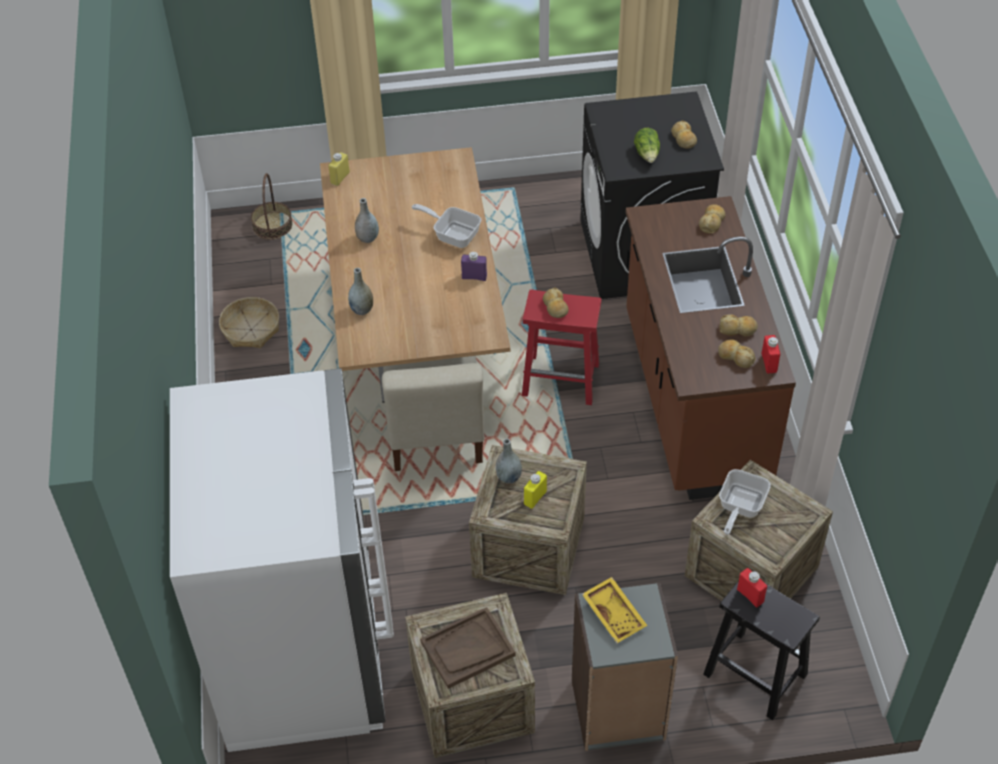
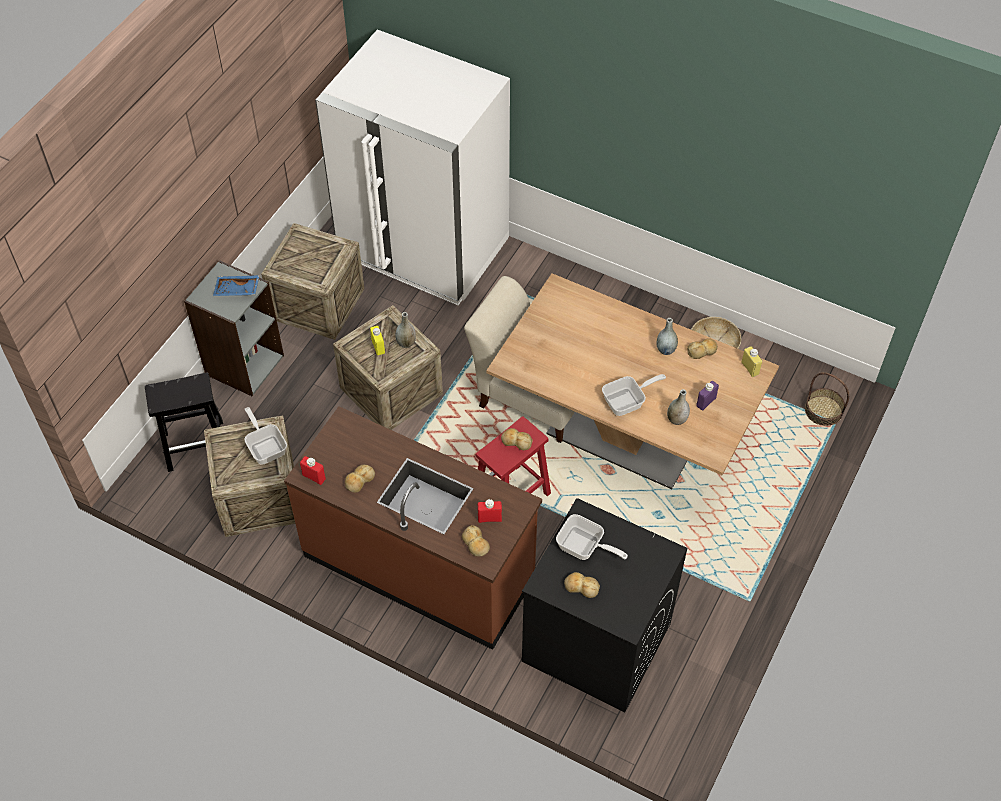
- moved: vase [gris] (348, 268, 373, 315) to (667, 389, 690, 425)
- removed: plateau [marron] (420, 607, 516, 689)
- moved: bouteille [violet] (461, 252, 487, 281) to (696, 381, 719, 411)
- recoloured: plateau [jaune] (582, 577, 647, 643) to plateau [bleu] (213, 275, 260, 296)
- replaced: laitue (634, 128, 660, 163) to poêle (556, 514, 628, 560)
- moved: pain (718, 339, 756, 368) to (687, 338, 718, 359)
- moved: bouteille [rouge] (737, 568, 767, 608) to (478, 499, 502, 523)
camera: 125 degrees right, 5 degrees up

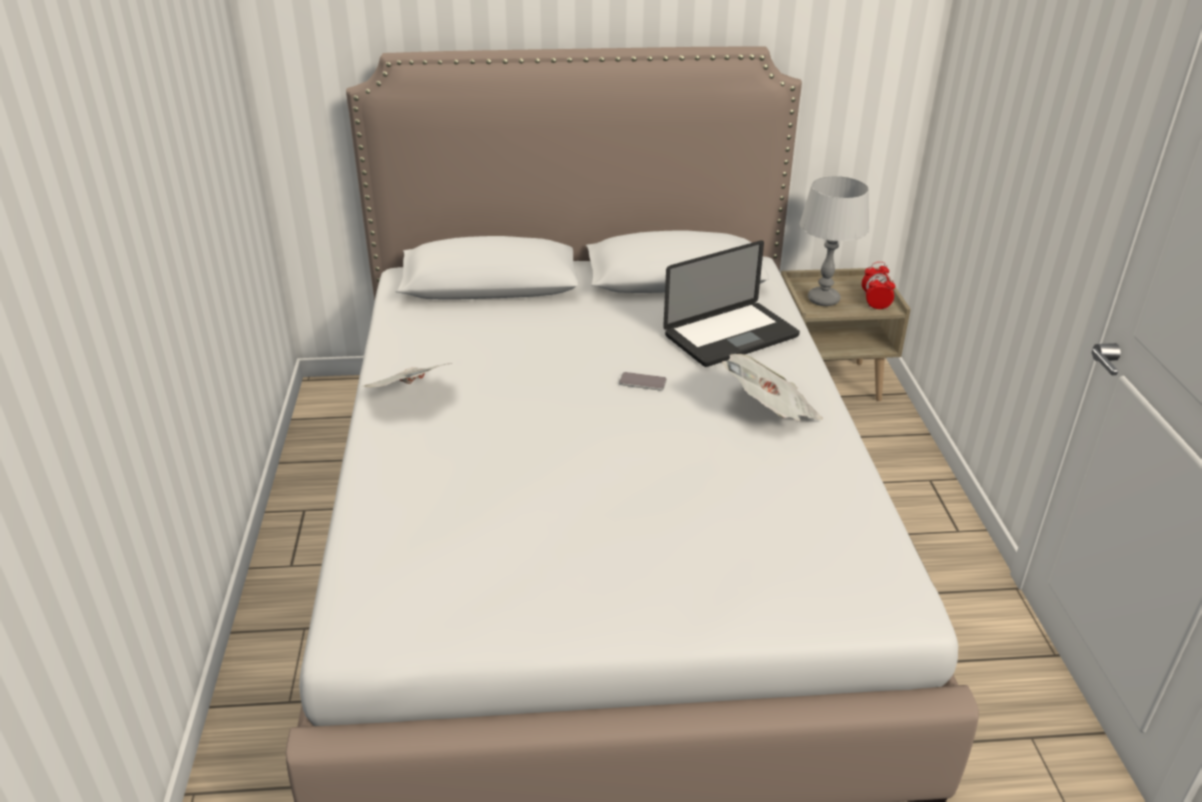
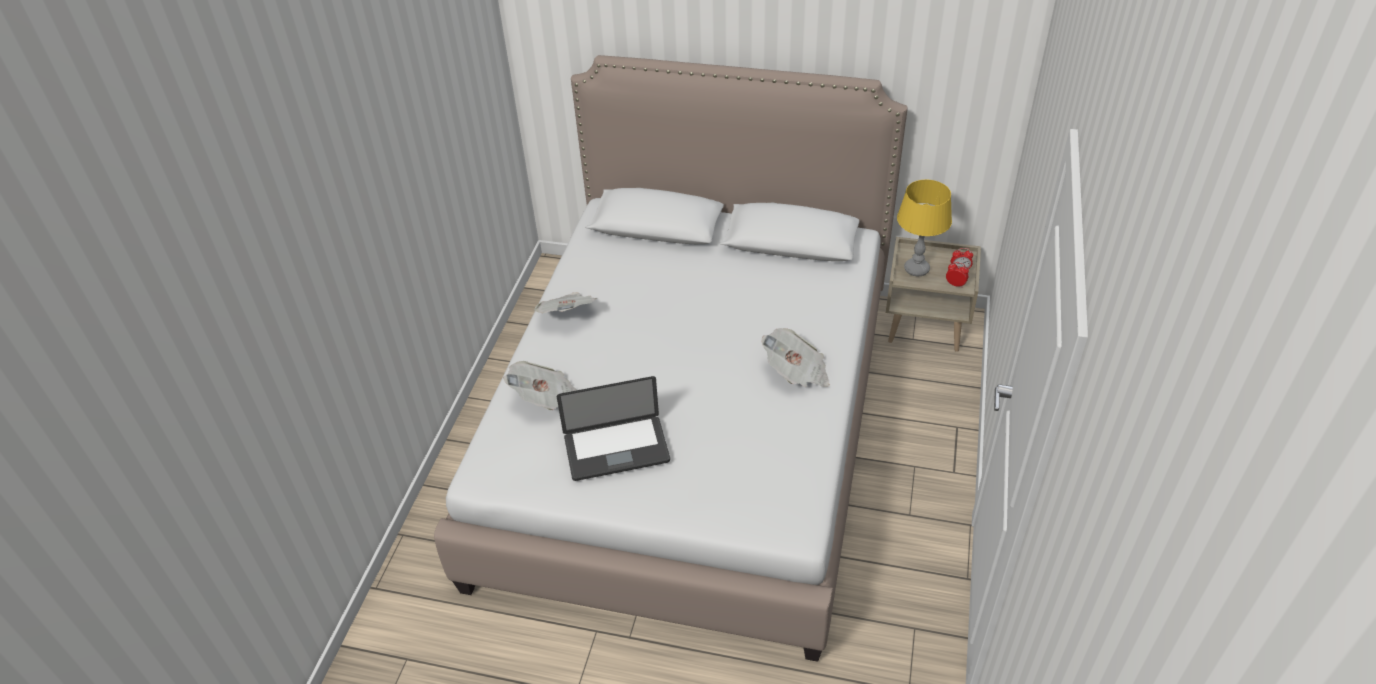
- removed: téléphone (619, 372, 667, 391)
- moved: ordinateur portable (663, 240, 800, 367) to (557, 376, 670, 481)
- recoloured: lampe de table [gris] (800, 176, 870, 306) to lampe de table [jaune] (897, 179, 952, 276)
- added: journal (503, 361, 577, 410)
camera: 20 degrees right, 10 degrees up

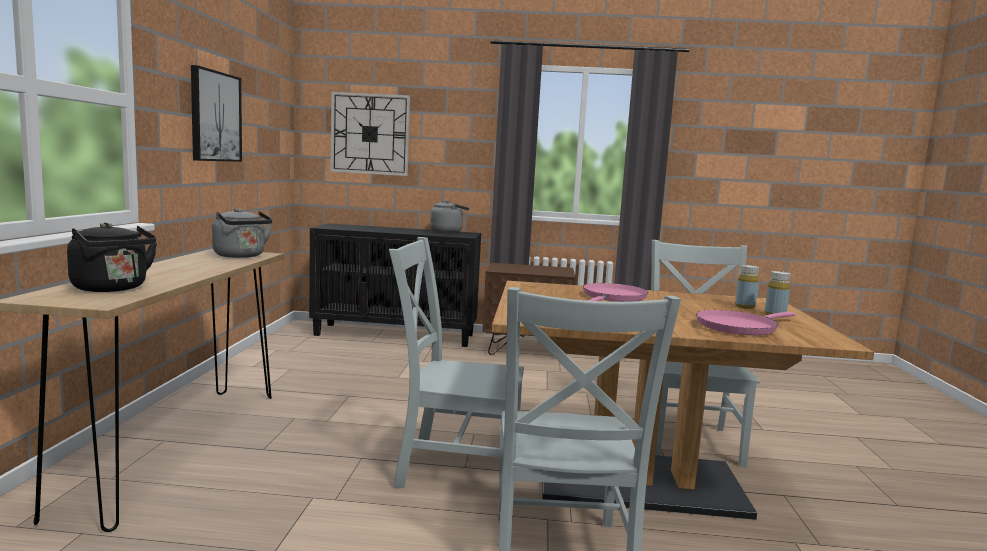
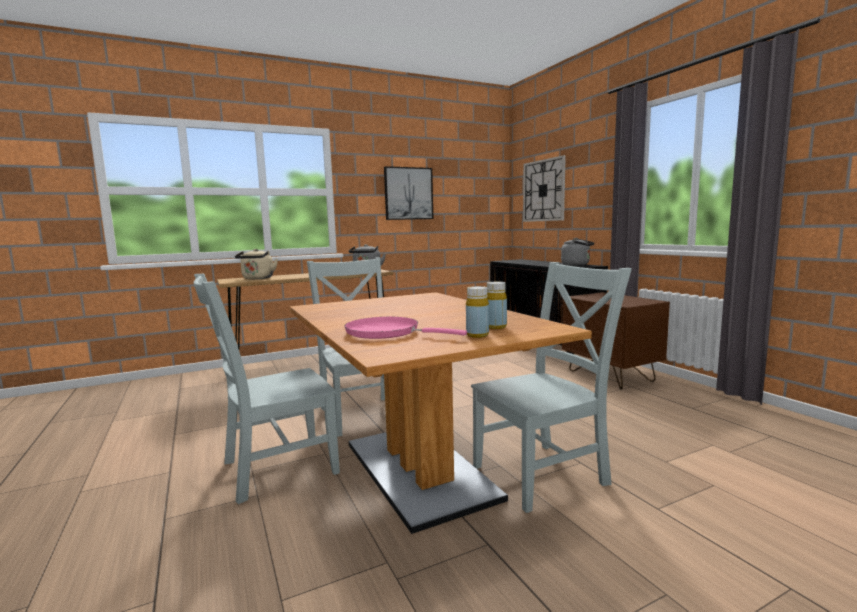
- recoloured: bouilloire [noir] (67, 223, 157, 292) to bouilloire [beige] (235, 249, 278, 279)
- removed: poêle [rose] (583, 283, 648, 302)
camera: 60 degrees right, 0 degrees up

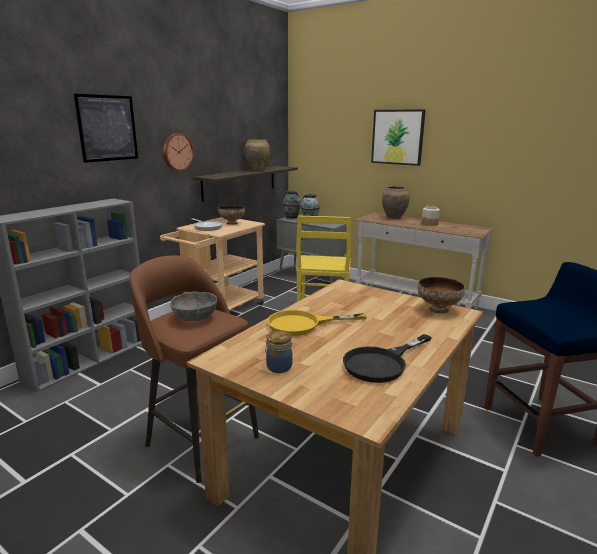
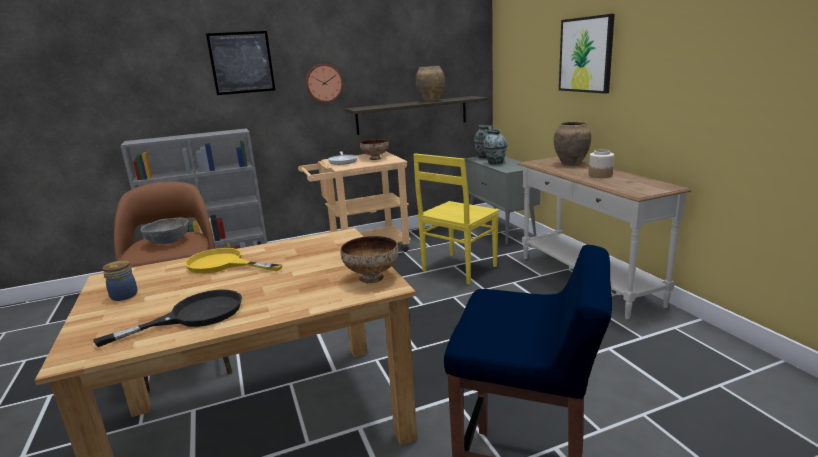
- turned: poêle [noir] (343, 334, 432, 383) = (93, 290, 242, 347) 150 degrees clockwise
camera: 35 degrees right, 0 degrees up

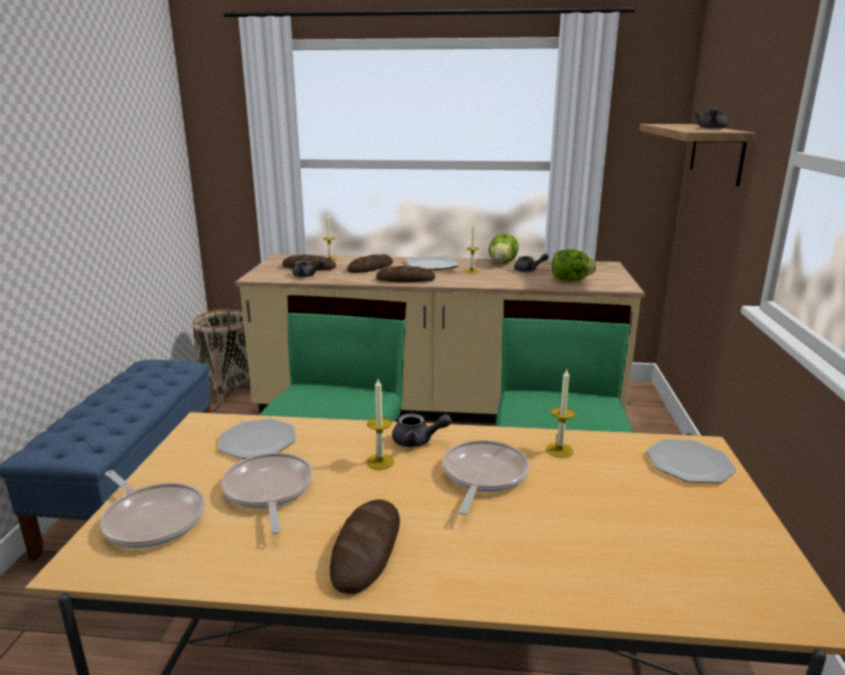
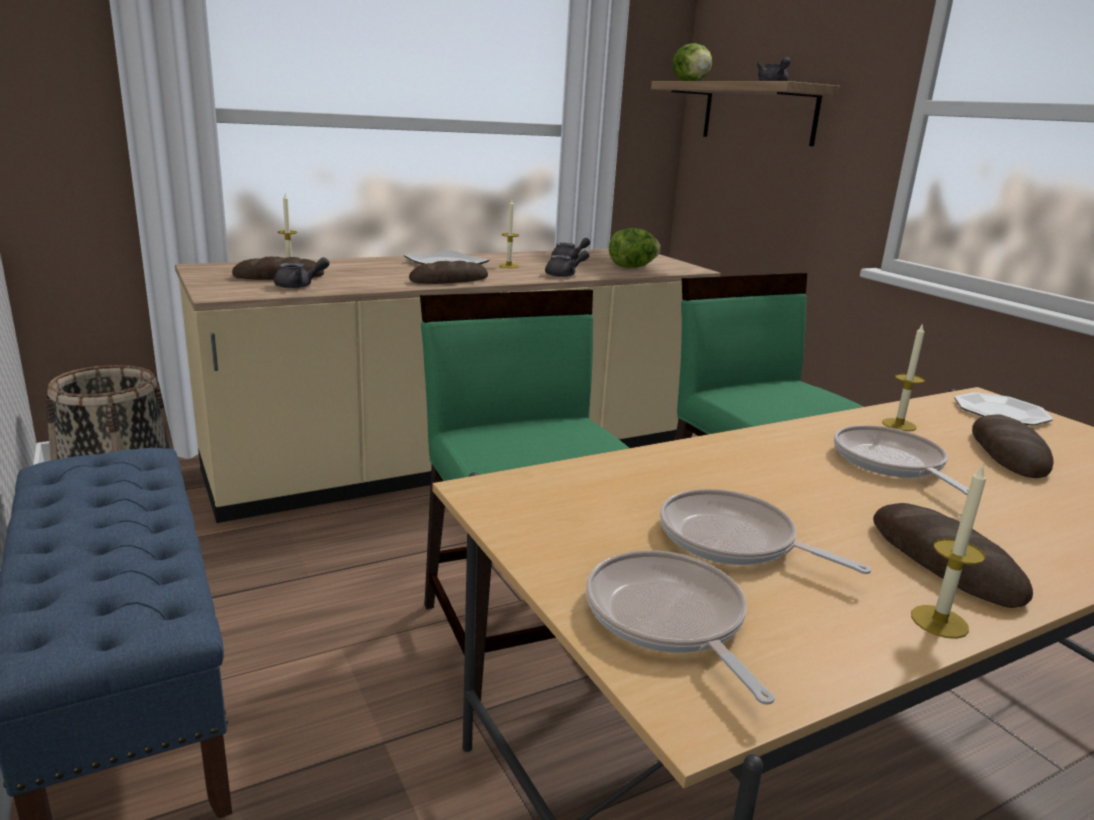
- turned: poêle (100, 470, 205, 548) = (586, 550, 775, 705) 120 degrees counterclockwise
- removed: assiette (219, 419, 296, 459)
- moved: pain (347, 254, 393, 273) to (972, 414, 1053, 478)
- moved: bougie (366, 379, 395, 470) to (911, 464, 986, 639)
- moved: théière [gris] (392, 414, 452, 447) to (545, 250, 590, 277)
- moved: laitue (489, 234, 519, 264) to (673, 43, 712, 81)
camera: 35 degrees left, 0 degrees up

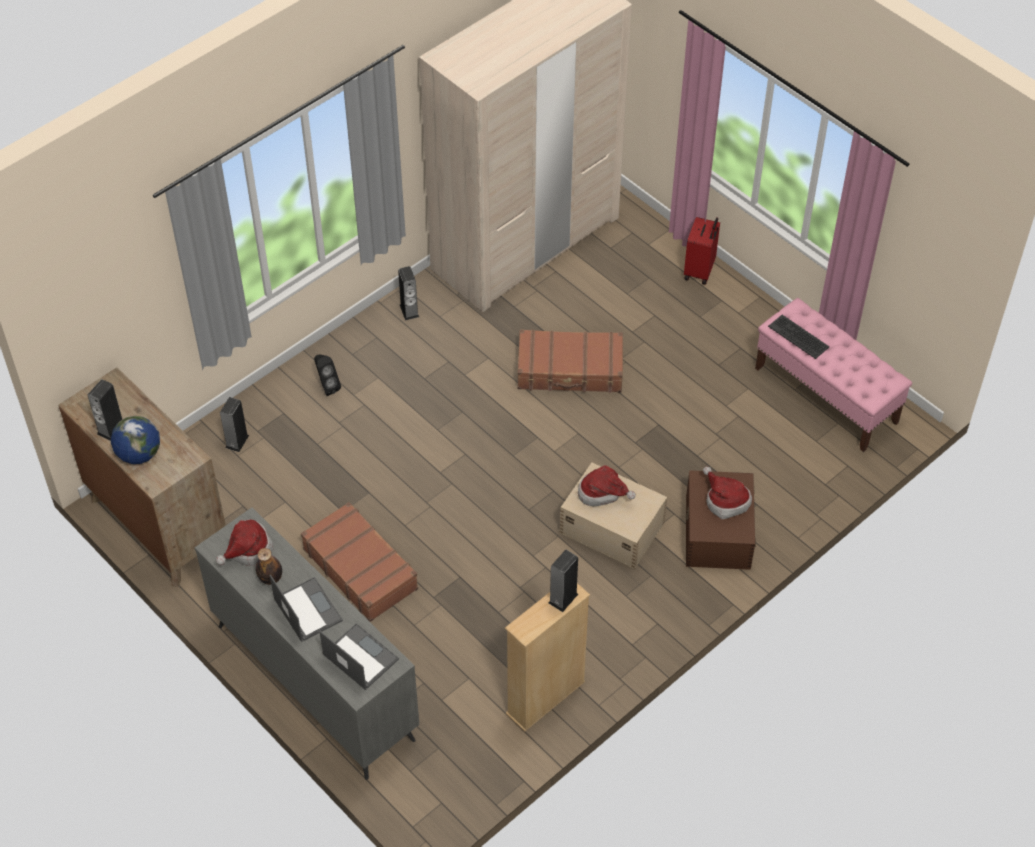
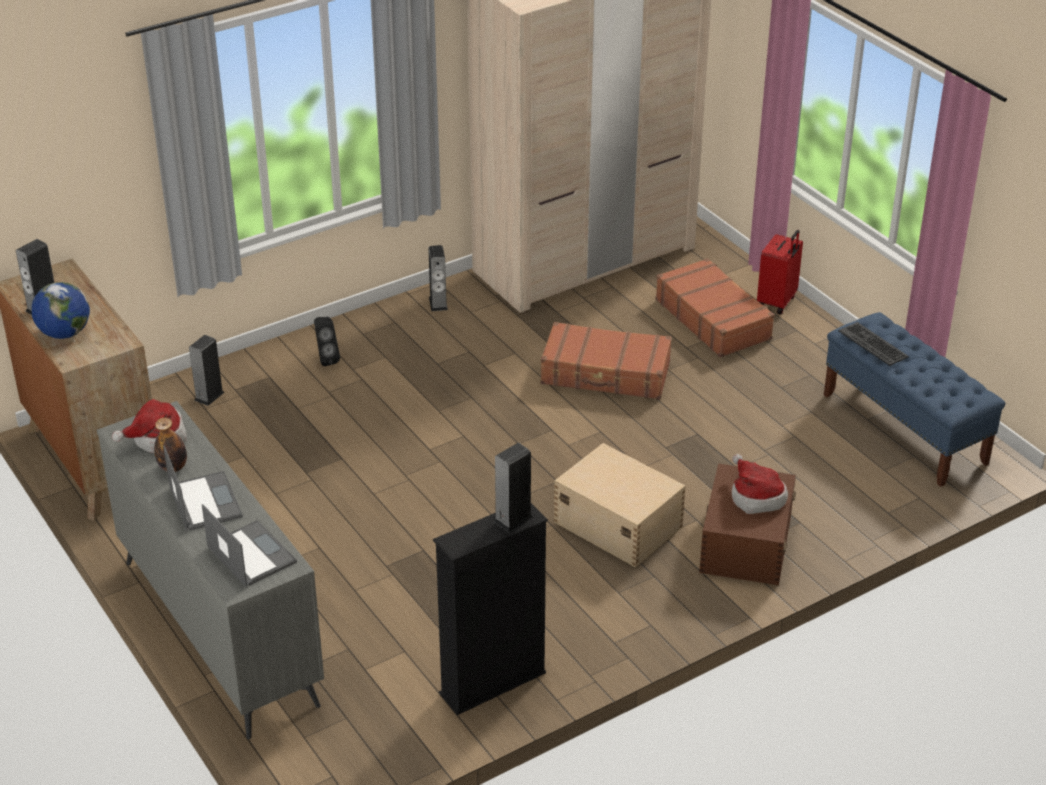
- moved: valise [marron] (301, 502, 418, 622) to (656, 258, 775, 358)
- recoloured: bibliothèque [beige] (505, 583, 590, 732) to bibliothèque [noir] (433, 503, 548, 715)
- removed: chapeau (578, 465, 636, 506)
- recoloured: banc [rose] (755, 298, 912, 452) to banc [bleu] (824, 312, 1005, 487)
camera: 10 degrees right, 15 degrees down

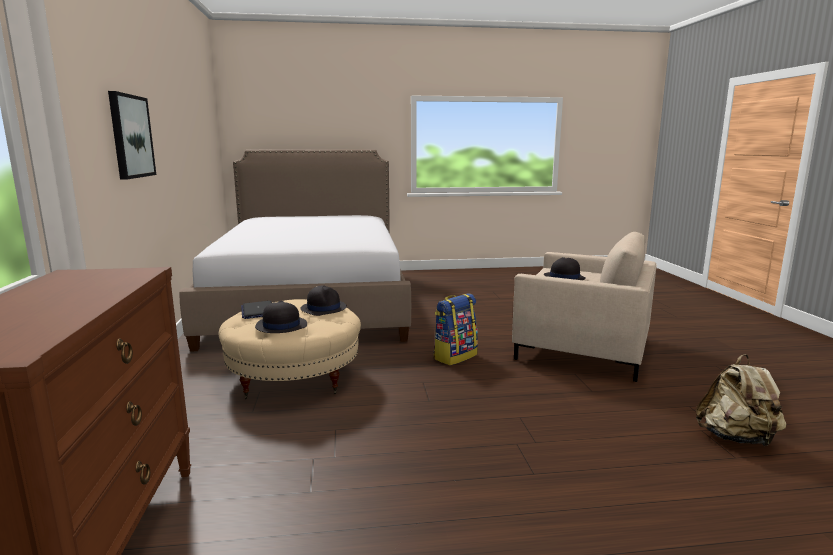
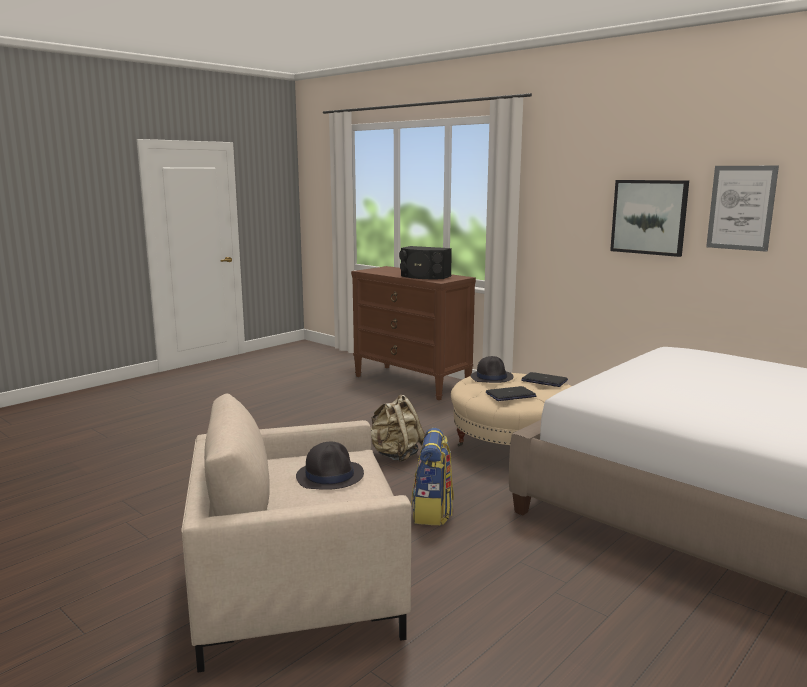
- replaced: chapeau [noir] (301, 285, 347, 316) to ordinateur portable (486, 386, 536, 401)
- moved: sac à dos [beige] (696, 354, 786, 446) to (371, 395, 425, 462)
- added: enceinte [noir] (399, 246, 452, 279)
- added: tableau (706, 166, 779, 252)
camera: 140 degrees right, 0 degrees up

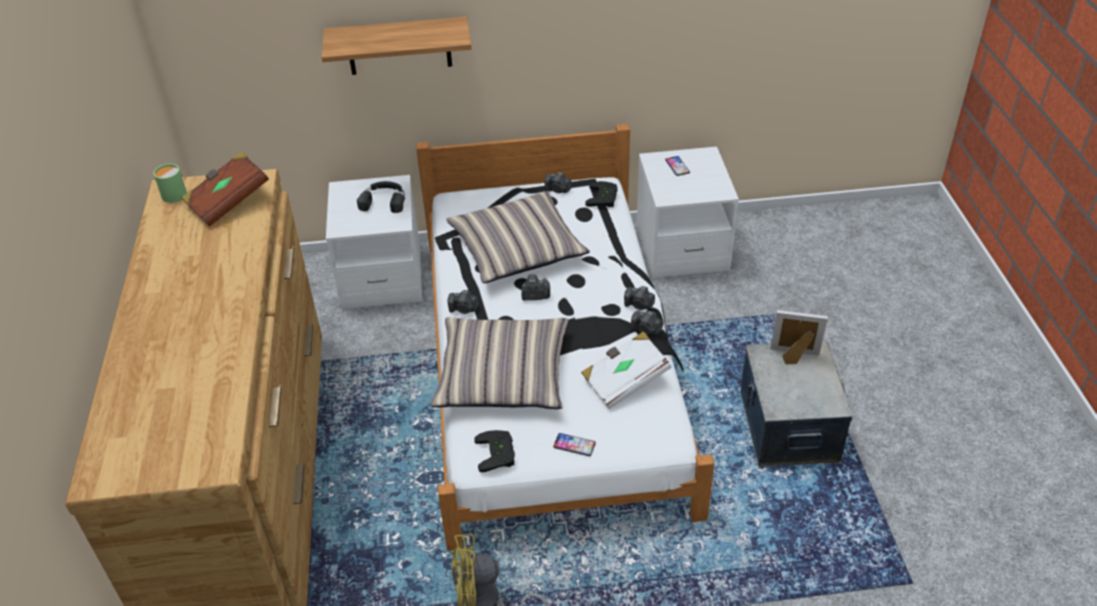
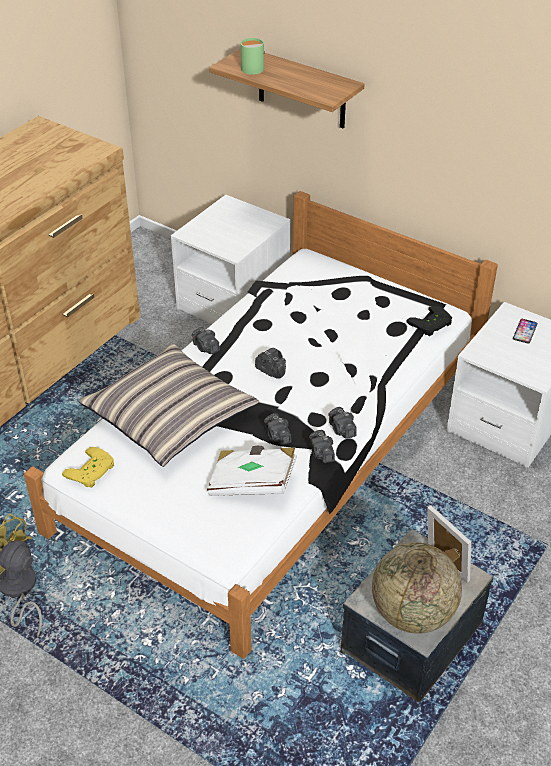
- moved: mug [vert] (153, 164, 187, 203) to (240, 38, 265, 75)
- removed: livre [marron] (182, 151, 269, 227)
- removed: casque audio [noir] (357, 181, 405, 213)
- removed: coussin (446, 191, 590, 283)
- recoloured: manette [noir] (475, 430, 515, 472) to manette [jaune] (62, 447, 114, 488)
- moved: appareil photo (544, 172, 572, 193) to (264, 413, 291, 445)
- removed: téléphone (553, 433, 596, 456)
- added: globe (372, 542, 462, 634)
camera: 40 degrees right, 0 degrees up

